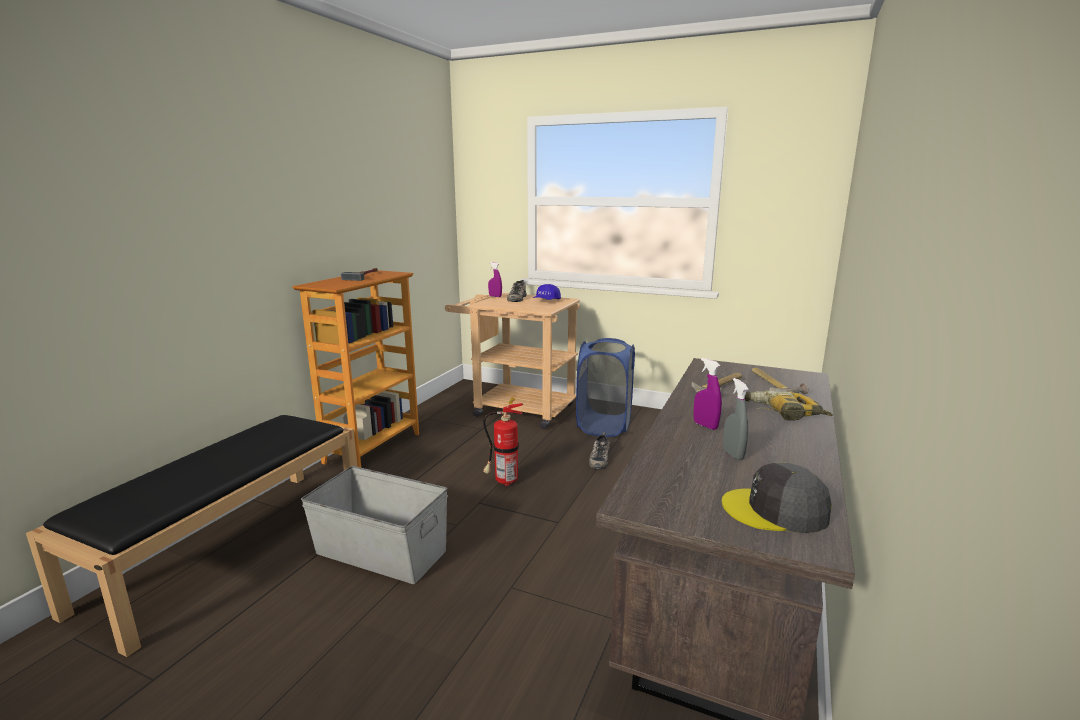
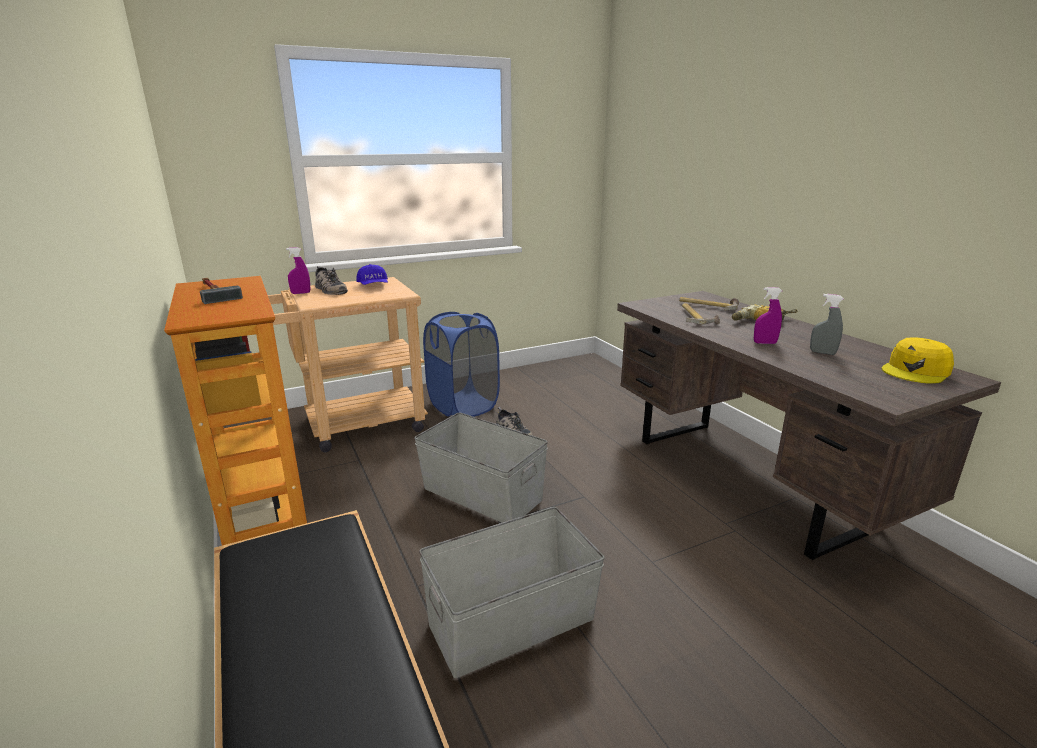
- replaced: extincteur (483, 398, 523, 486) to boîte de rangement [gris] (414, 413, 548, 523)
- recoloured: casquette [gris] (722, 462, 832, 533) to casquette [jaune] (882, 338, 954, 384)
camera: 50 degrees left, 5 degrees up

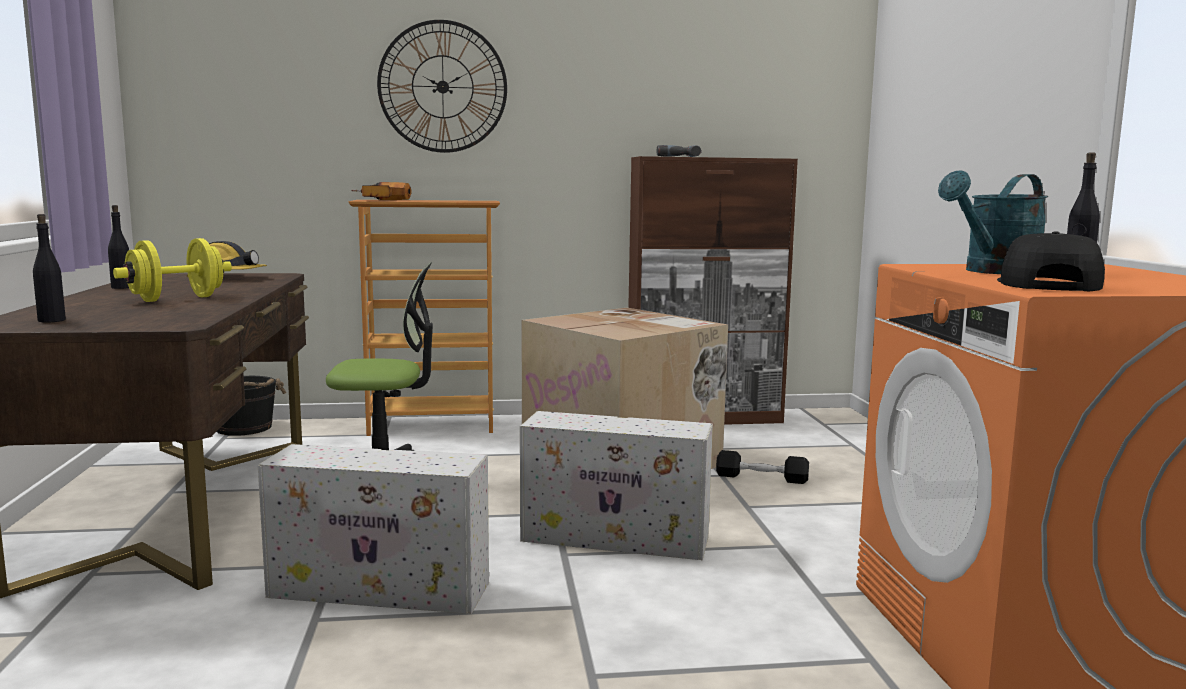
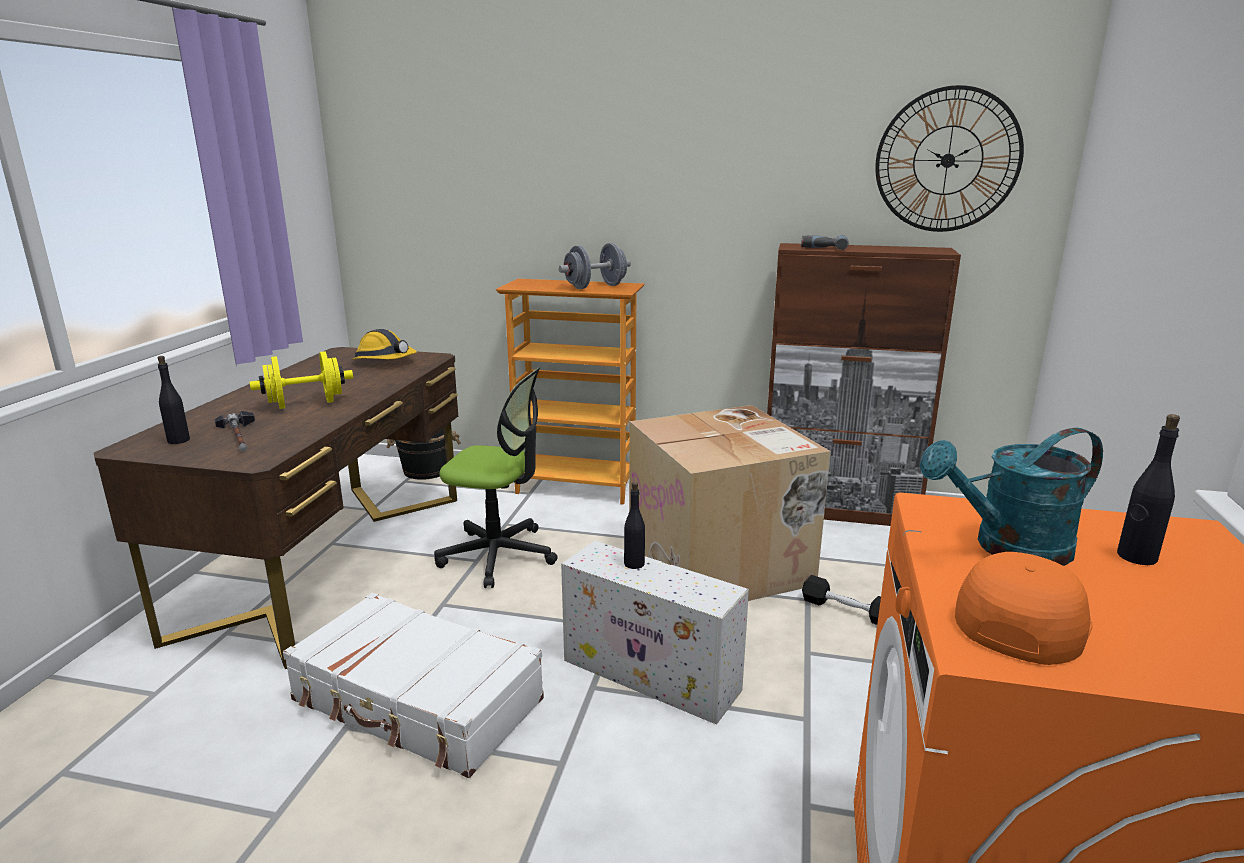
- moved: bouteille [noir] (108, 205, 129, 289) to (624, 482, 645, 569)
- replaced: boîte de rangement [blanc] (258, 444, 489, 614) to valise [blanc] (283, 593, 544, 778)
- removed: perceuse (351, 182, 411, 200)
- moved: horloge murale (377, 20, 507, 153) to (875, 85, 1024, 232)
- recoloured: casquette [noir] (997, 231, 1105, 291) to casquette [orange] (955, 552, 1092, 665)
- added: marteau (214, 411, 255, 451)
- added: haltère [gris] (559, 243, 631, 289)
camera: 20 degrees right, 10 degrees up

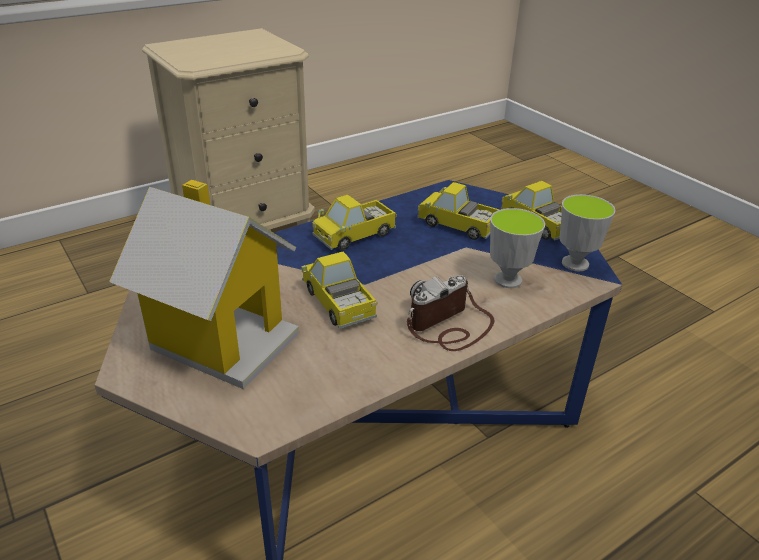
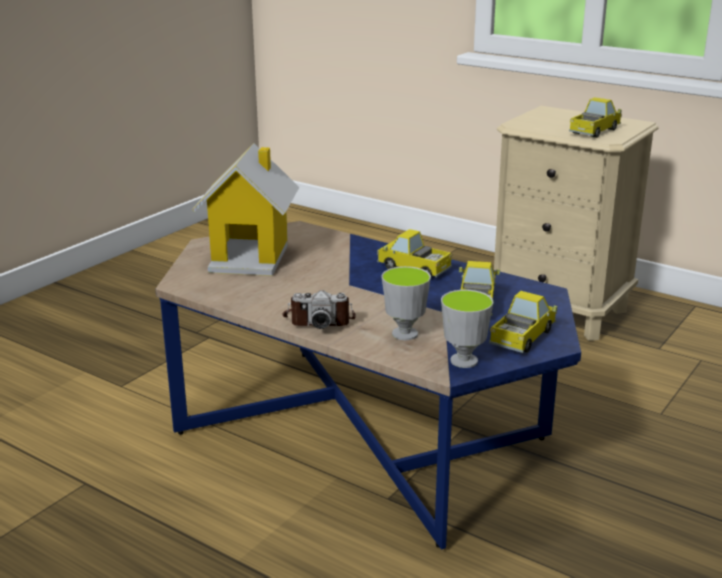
- moved: camion jouet (301, 252, 377, 329) to (569, 97, 622, 138)
- turned: appareil photo (407, 275, 494, 351) = (282, 290, 356, 329) 150 degrees clockwise
camera: 70 degrees right, 10 degrees down

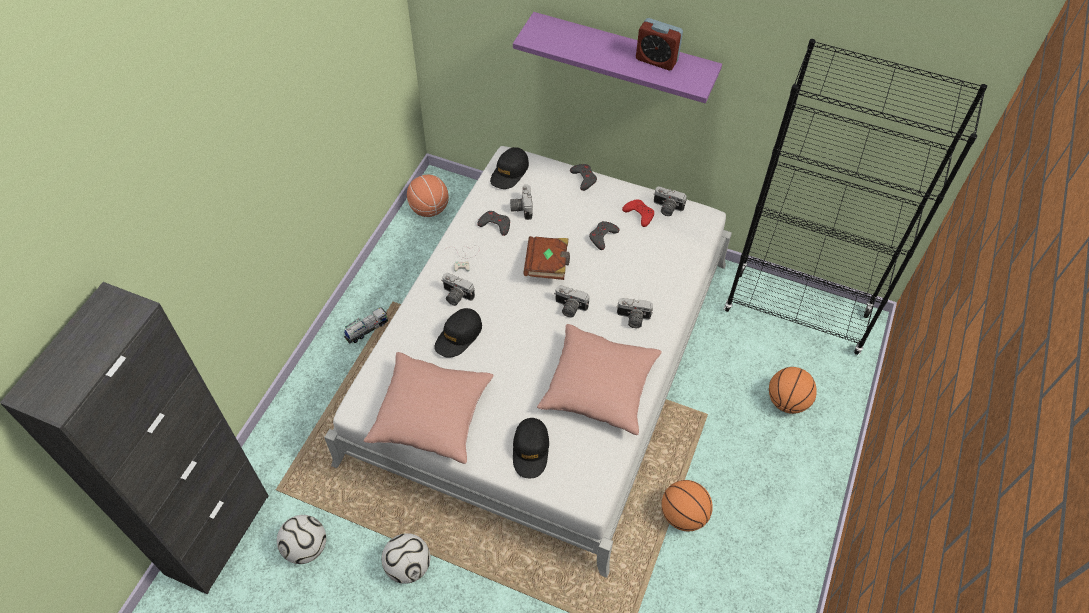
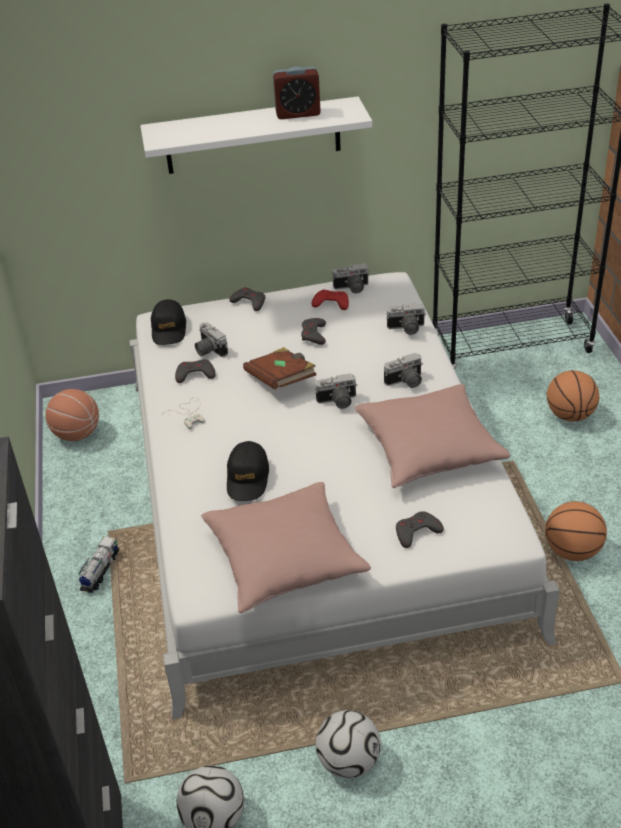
- moved: appareil photo (441, 273, 475, 306) to (386, 303, 426, 335)
- recoloured: étagère [violet] (513, 12, 722, 103) to étagère [blanc] (140, 96, 372, 174)
- replaced: casquette [noir] (513, 418, 549, 478) to manette [gris] (396, 511, 444, 548)
camera: 30 degrees left, 15 degrees down

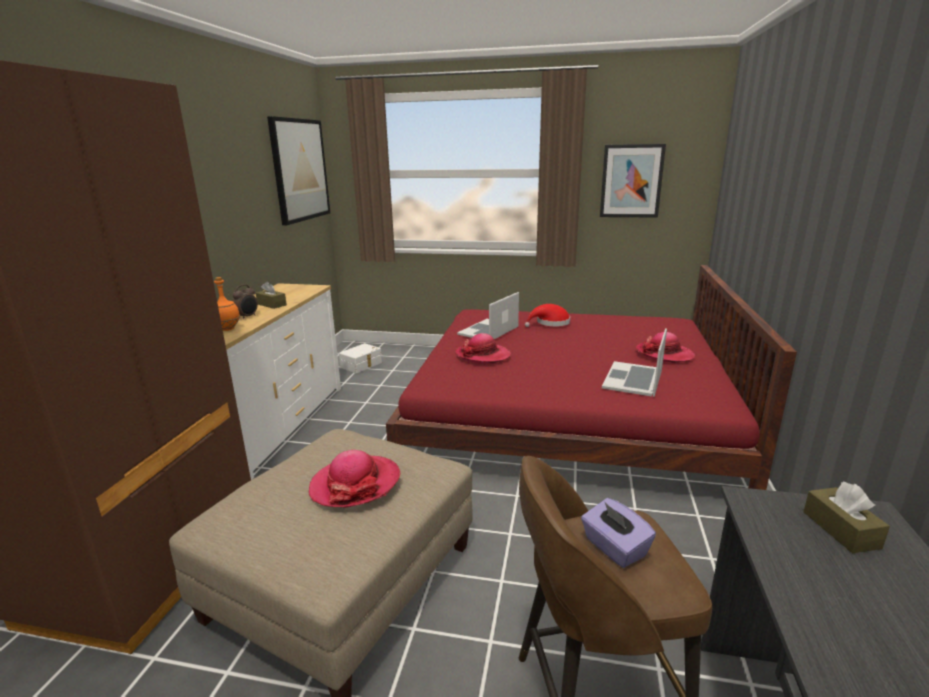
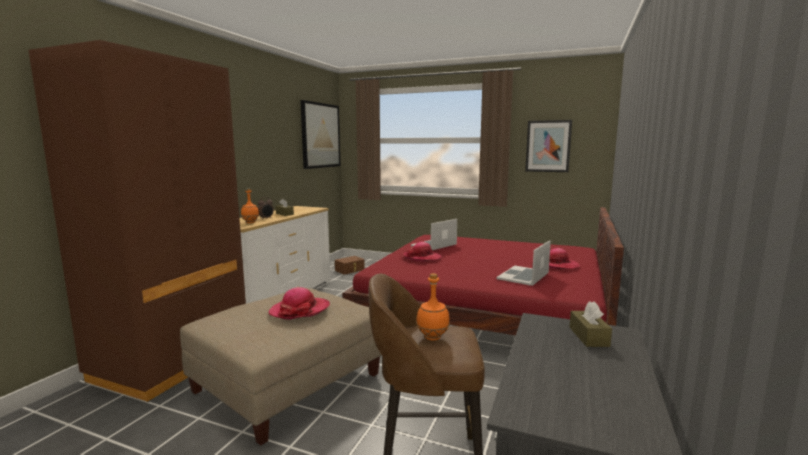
- recoloured: boîte de rangement [blanc] (339, 343, 382, 373) to boîte de rangement [marron] (335, 256, 365, 275)
- removed: chapeau [rouge] (525, 304, 570, 327)
- replaced: boîte à mouchoirs [violet] (581, 498, 656, 568) to bouteille [orange] (416, 273, 450, 340)
camera: 10 degrees right, 10 degrees down

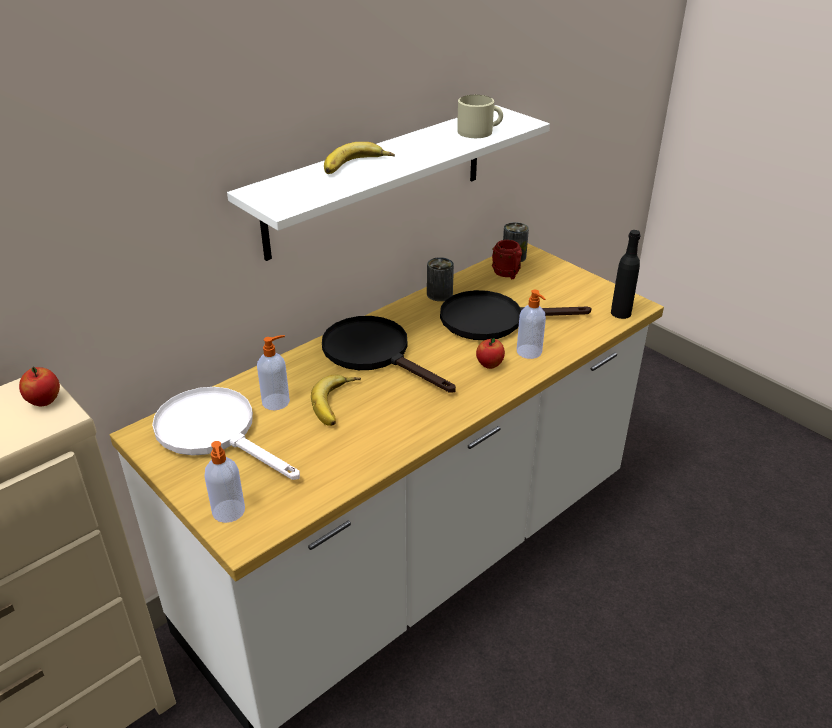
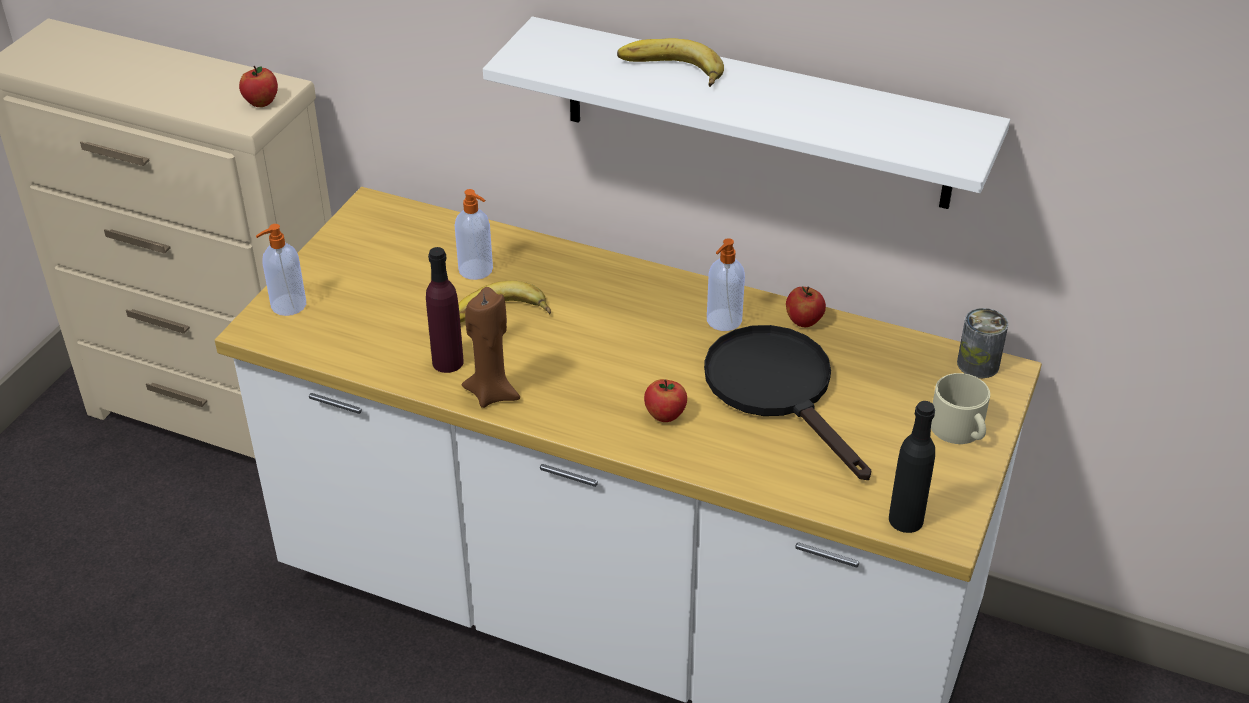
- removed: poêle [blanc] (152, 387, 300, 480)
- removed: poêle [noir] (322, 316, 456, 393)
- replaced: boîte métallique (427, 257, 454, 301) to pomme (786, 287, 826, 327)
- moved: mug [beige] (457, 95, 503, 138) to (931, 373, 990, 444)
- removed: mug [rouge] (492, 240, 522, 279)
- moved: distributeur de savon (517, 290, 546, 359) to (707, 238, 745, 331)
- added: bouteille [violet] (426, 247, 464, 373)
- added: bougie [marron] (462, 287, 520, 408)
camera: 65 degrees right, 5 degrees up

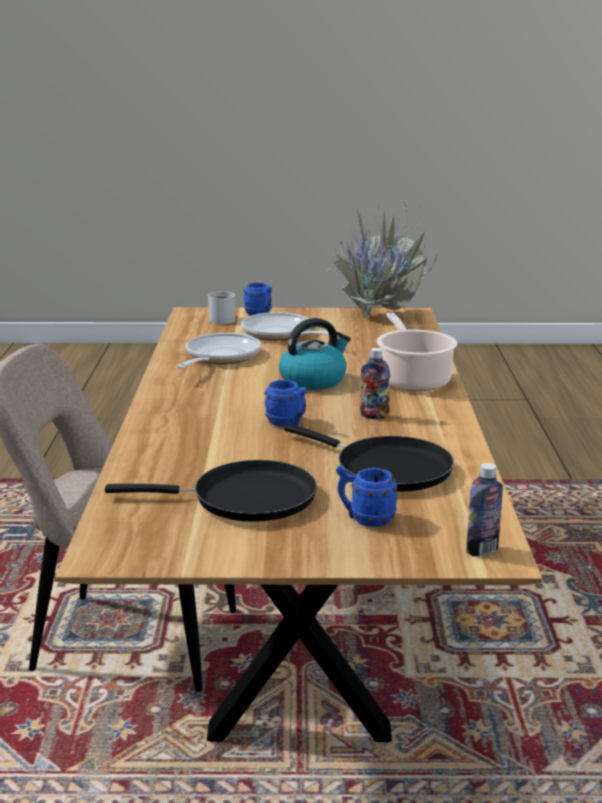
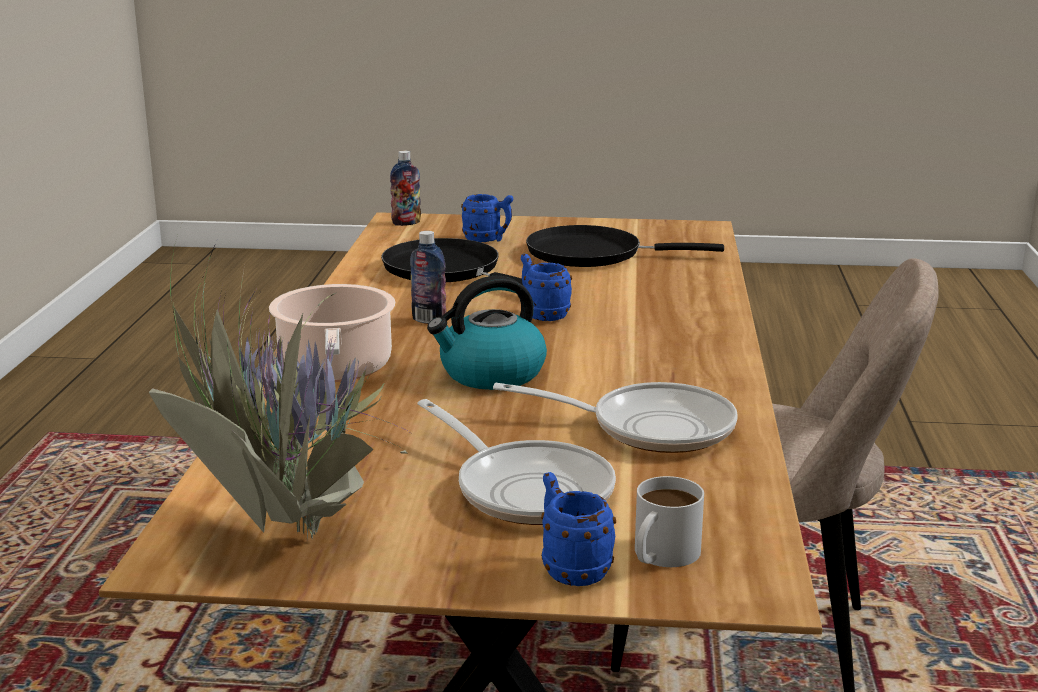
- turned: poêle (176, 333, 261, 369) = (493, 382, 738, 453) 105 degrees counterclockwise
camera: 175 degrees left, 0 degrees up

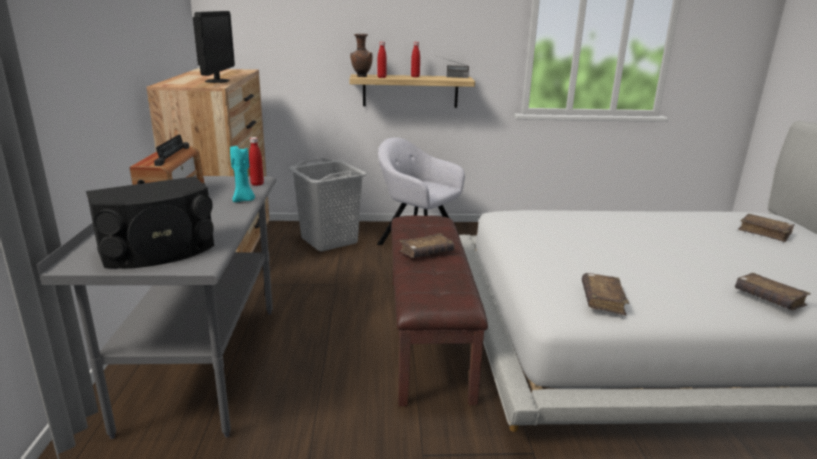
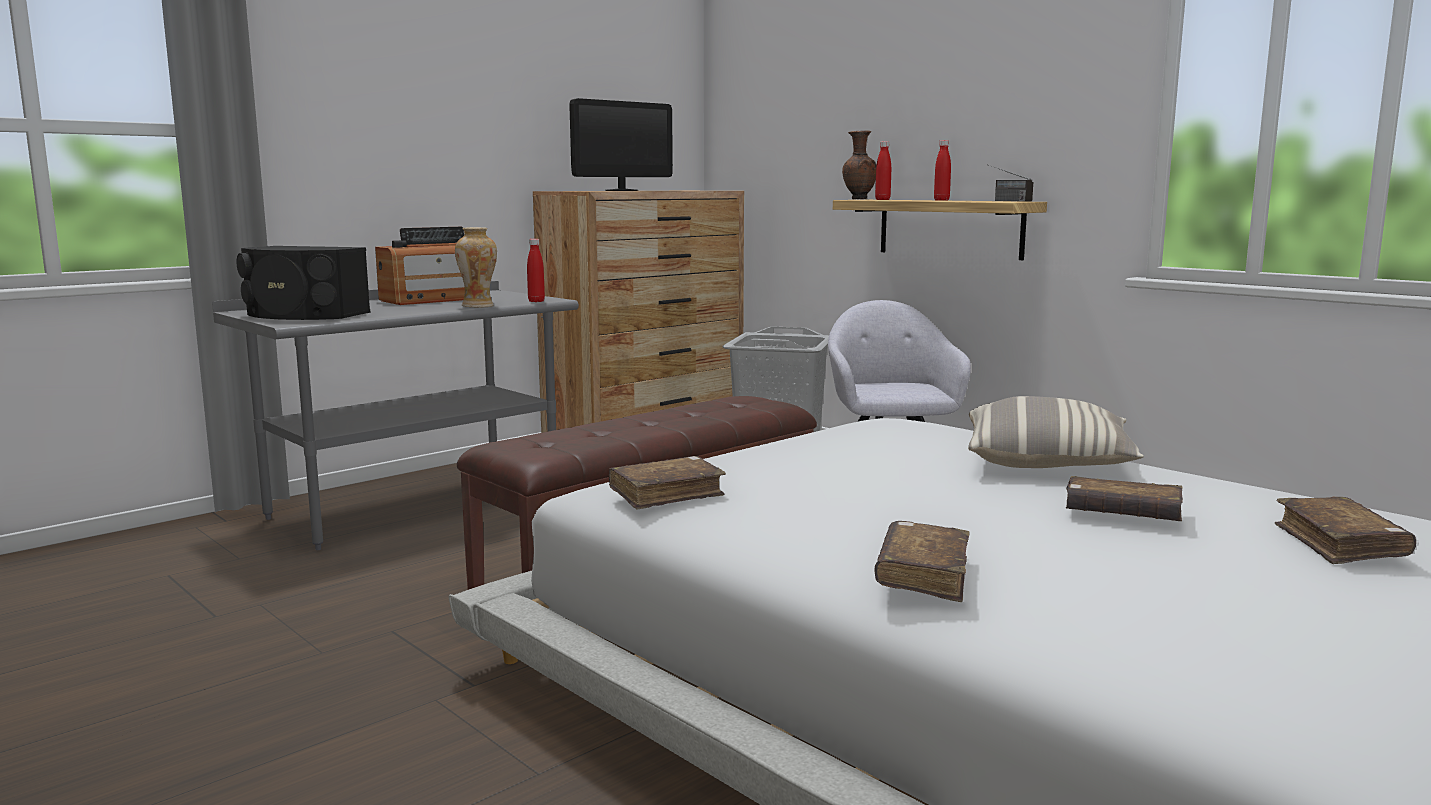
- replaced: bougie [turquoise] (230, 146, 255, 202) to vase (455, 227, 497, 307)
- moved: livre [marron] (399, 233, 454, 258) to (1066, 476, 1183, 521)
- added: coussin (968, 396, 1144, 468)
camera: 50 degrees right, 10 degrees down

